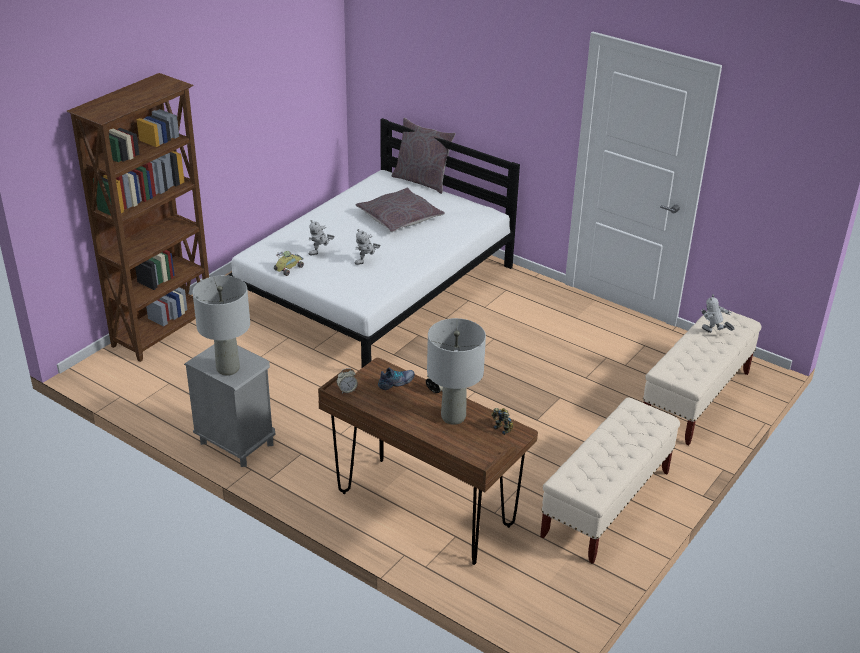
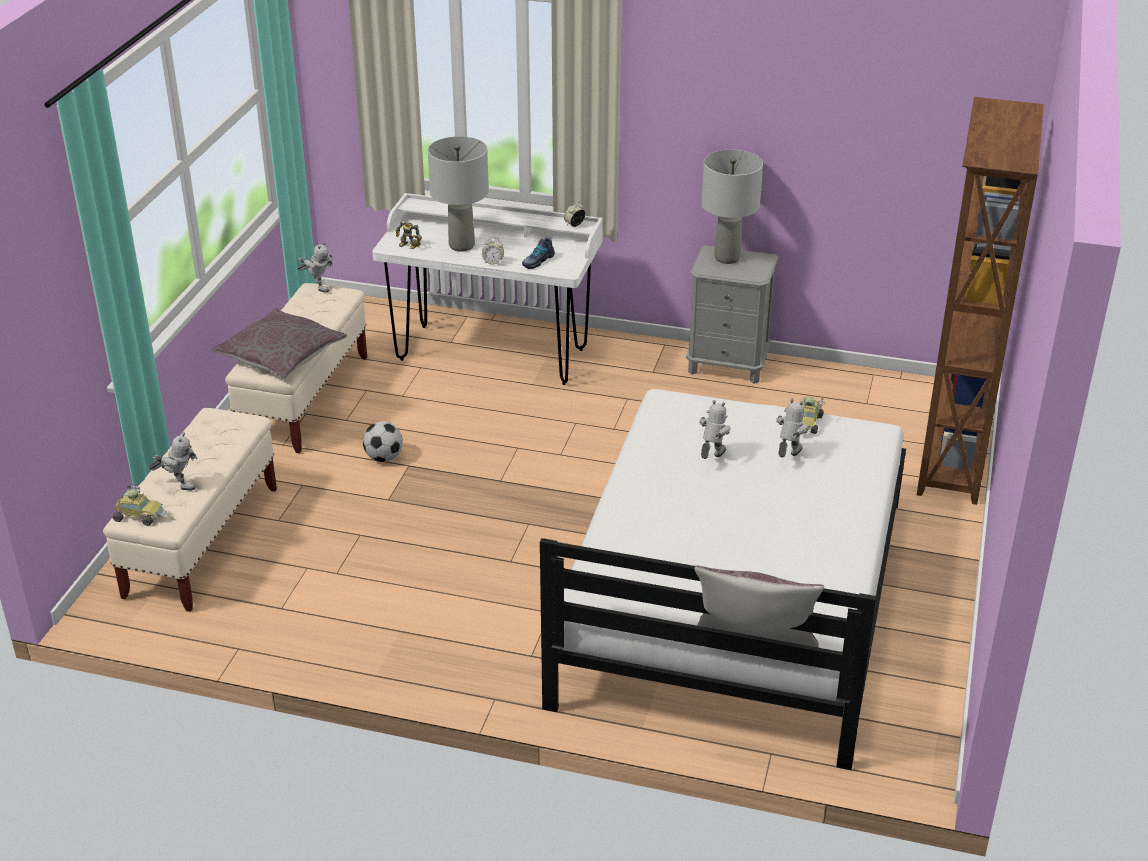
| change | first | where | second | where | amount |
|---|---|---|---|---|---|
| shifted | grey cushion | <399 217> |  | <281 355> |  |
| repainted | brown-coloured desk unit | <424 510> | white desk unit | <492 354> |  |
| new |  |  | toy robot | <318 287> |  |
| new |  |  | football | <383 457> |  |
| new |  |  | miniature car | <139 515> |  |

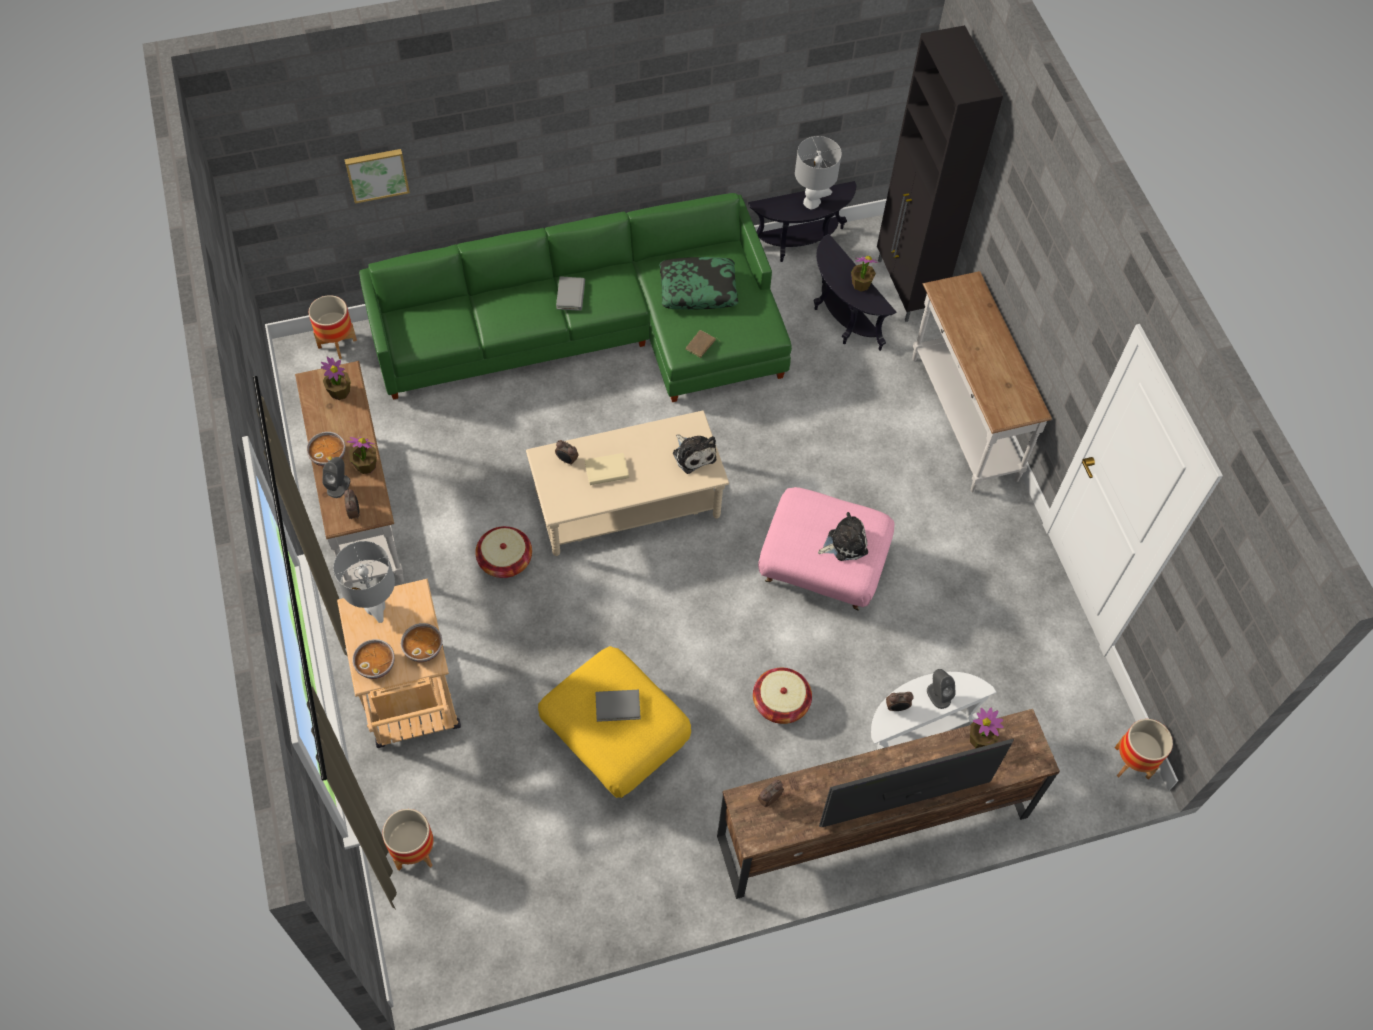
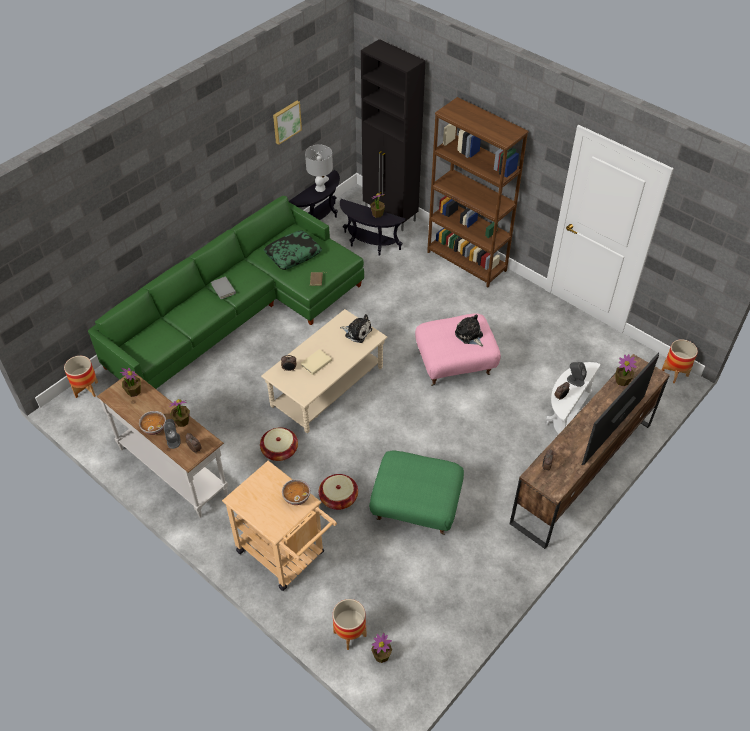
| change | first | where | second | where | amount |
|---|---|---|---|---|---|
| shifted | picture | <377 174> |  | <286 121> |  |
| swapped | white console table | <962 419> | brown-coloured shelving unit | <467 261> |  |
| rotated | plush toy | <844 543> |  | <469 335> | 75 degrees counterclockwise |
| gone | grey tabletop lamp | <375 607> |  |  |  |
| gone | bowl | <376 665> |  |  |  |
| repainted | yellow-coloured footrest | <613 739> | greenish footrest | <415 508> |  |
| shifted | storage basket | <780 702> |  | <338 498> |  |
| gone | grey bound book | <617 706> |  |  |  |
| new |  |  | houseplant | <381 655> |  |

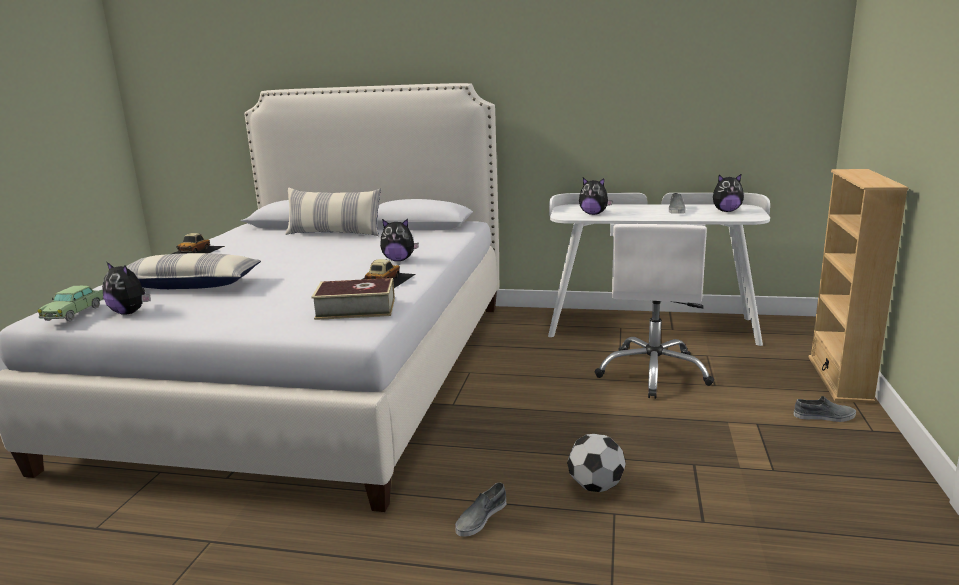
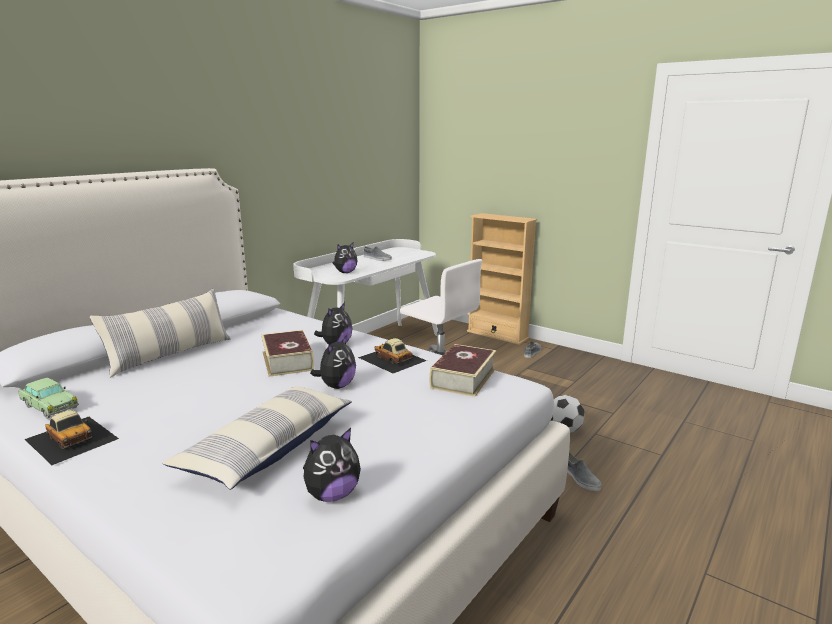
| change | first | where | second | where | amount |
|---|---|---|---|---|---|
| shifted | plush toy | <726 211> |  | <336 386> |  |
| shifted | miniature car | <74 313> |  | <50 407> |  |
| new |  |  | bound book | <287 361> |  |

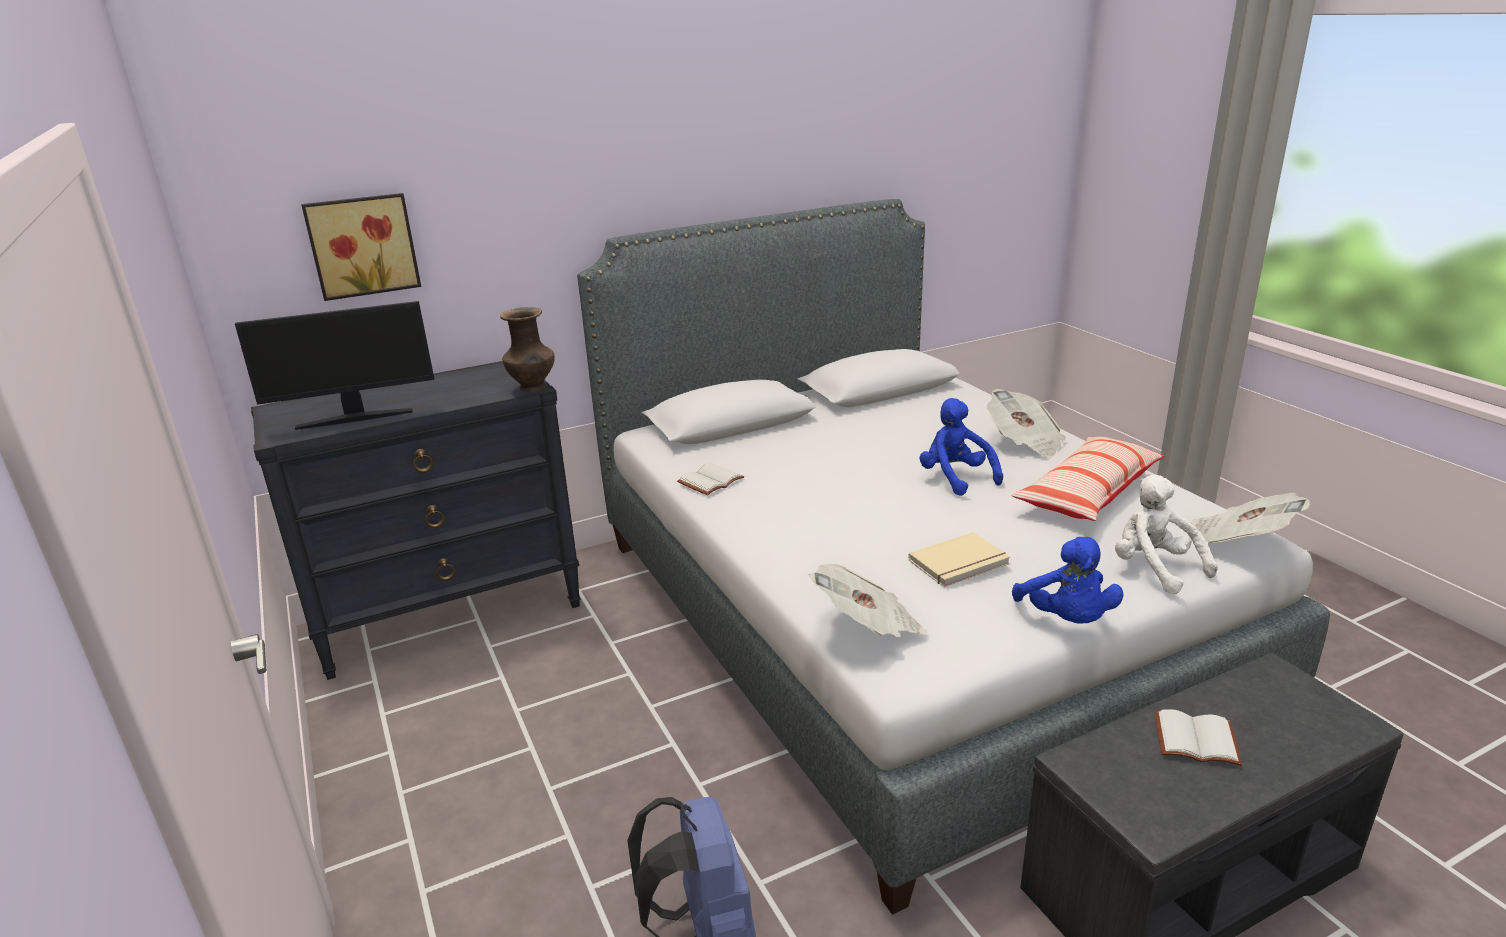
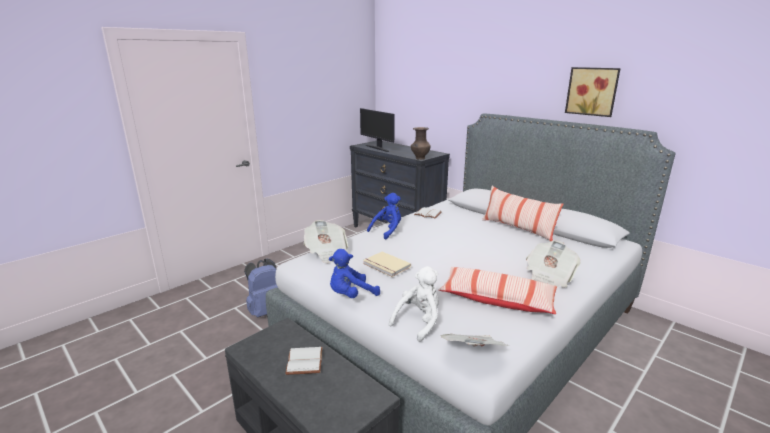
| change | first | where | second | where | amount |
|---|---|---|---|---|---|
| shifted | picture | <362 245> |  | <592 91> |  |
| shifted | bluish plush toy | <955 478> |  | <387 231> |  |
| new |  |  | cushion | <517 229> |  |

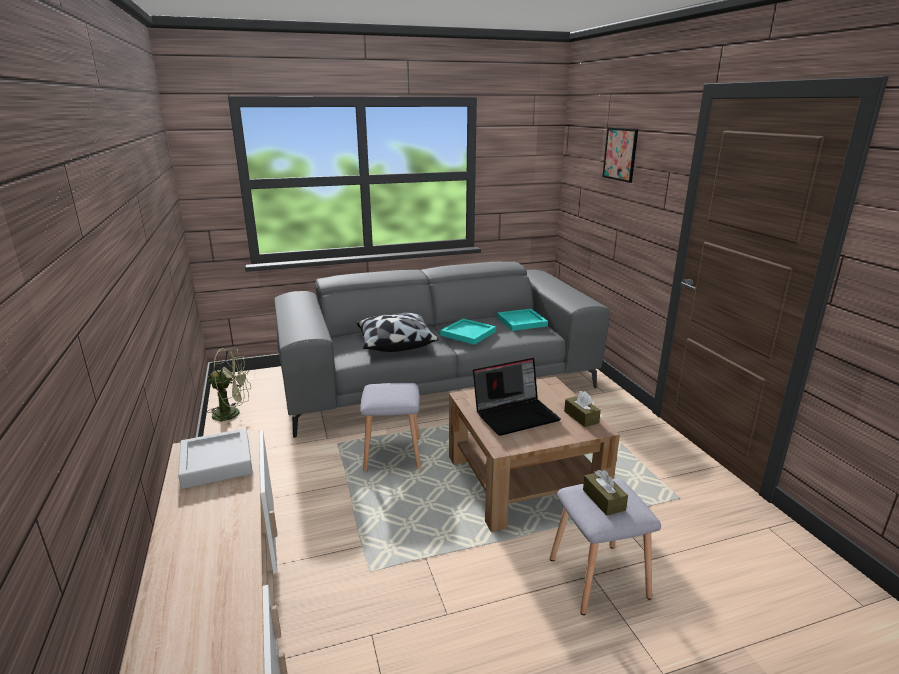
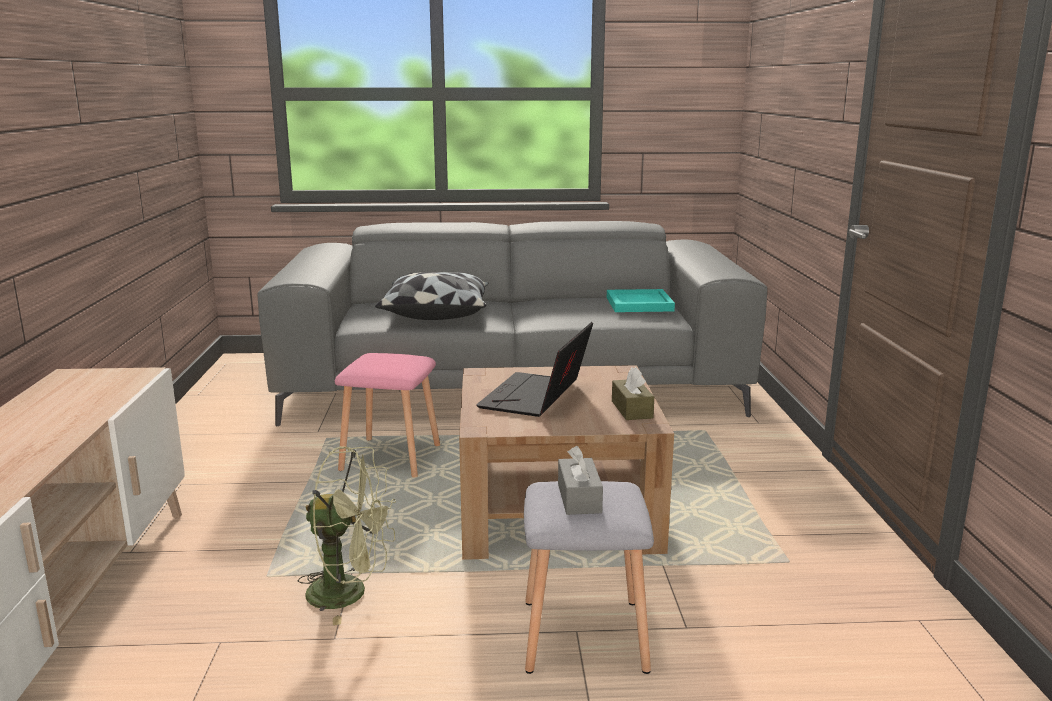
| change | first | where | second | where | amount |
|---|---|---|---|---|---|
| gone | picture | <620 154> |  |  |  |
| gone | turquoise serving tray | <467 333> |  |  |  |
| shifted | greenish cooling fan | <233 413> |  | <350 593> |  |
| rotated | notebook computer | <516 414> |  | <536 397> | 120 degrees clockwise |
| repainted | grey stool seat | <393 454> | pink-coloured stool seat | <392 458> |  |
| gone | grey serving tray | <217 463> |  |  |  |
| repainted | brown-coloured tissue holder | <603 500> | grey tissue holder | <579 498> |  |

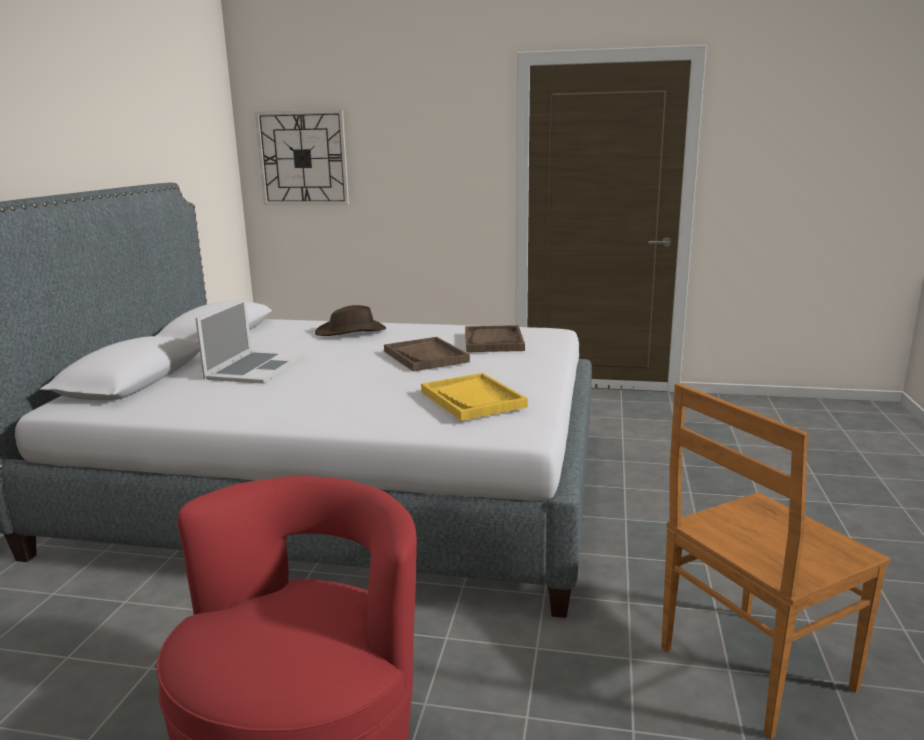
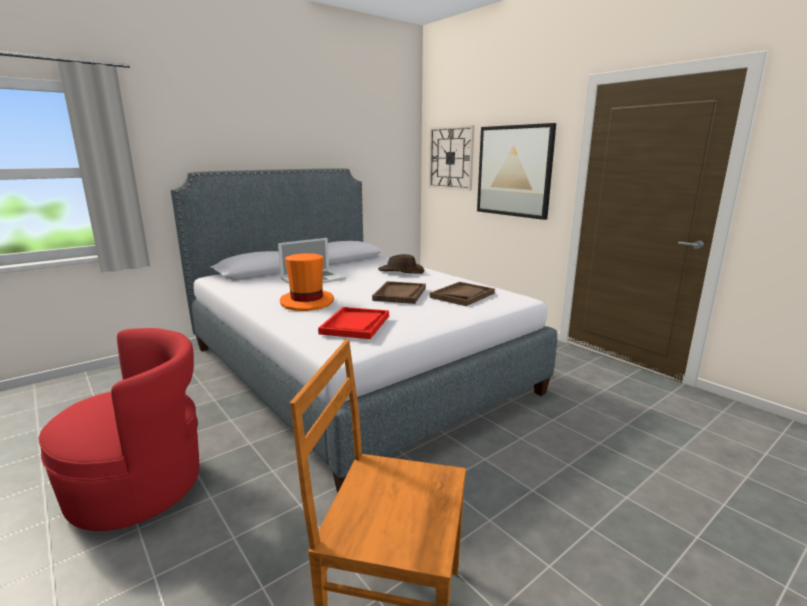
| change | first | where | second | where | amount |
|---|---|---|---|---|---|
| repainted | yellow-coloured serving tray | <473 399> | reddish serving tray | <355 325> |  |
| new |  |  | picture | <514 171> |  |
| new |  |  | orangey wearable hat | <307 302> |  |

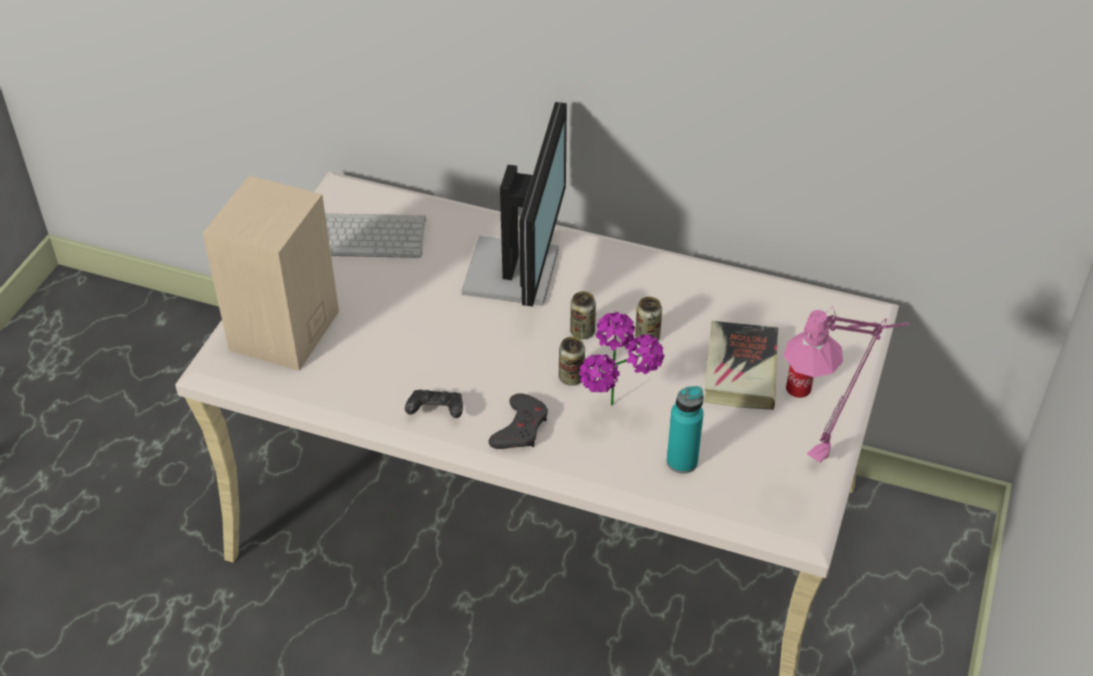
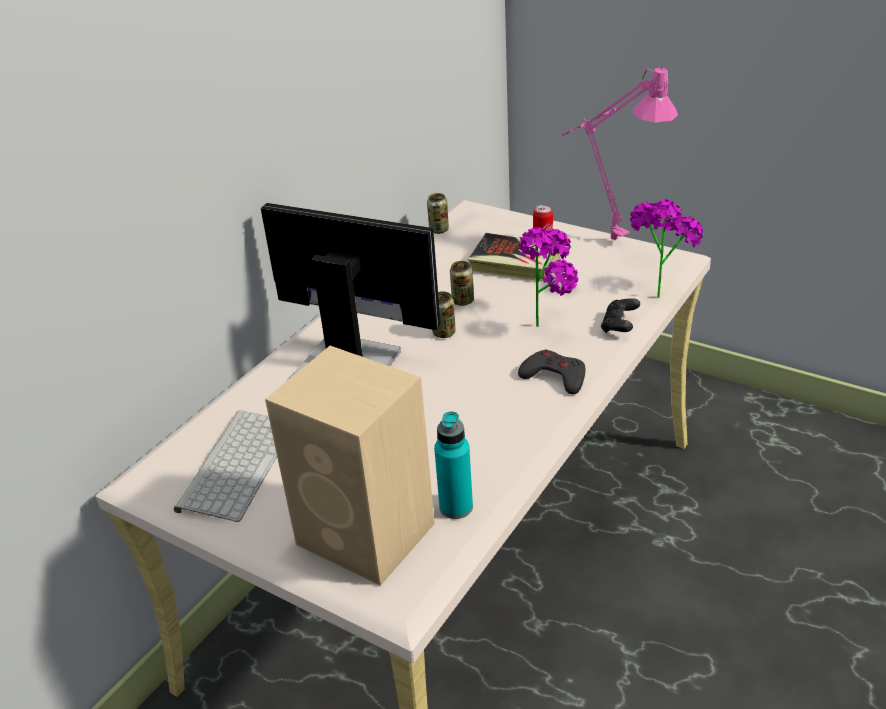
| change | first | where | second | where | amount |
|---|---|---|---|---|---|
| shifted | can | <571 377> |  | <439 230> |  |
| shifted | turquoise beverage bottle | <682 461> |  | <456 507> |  |
| shifted | blackish joypad | <436 412> |  | <619 326> |  |
| new |  |  | houseplant | <658 290> |  |

